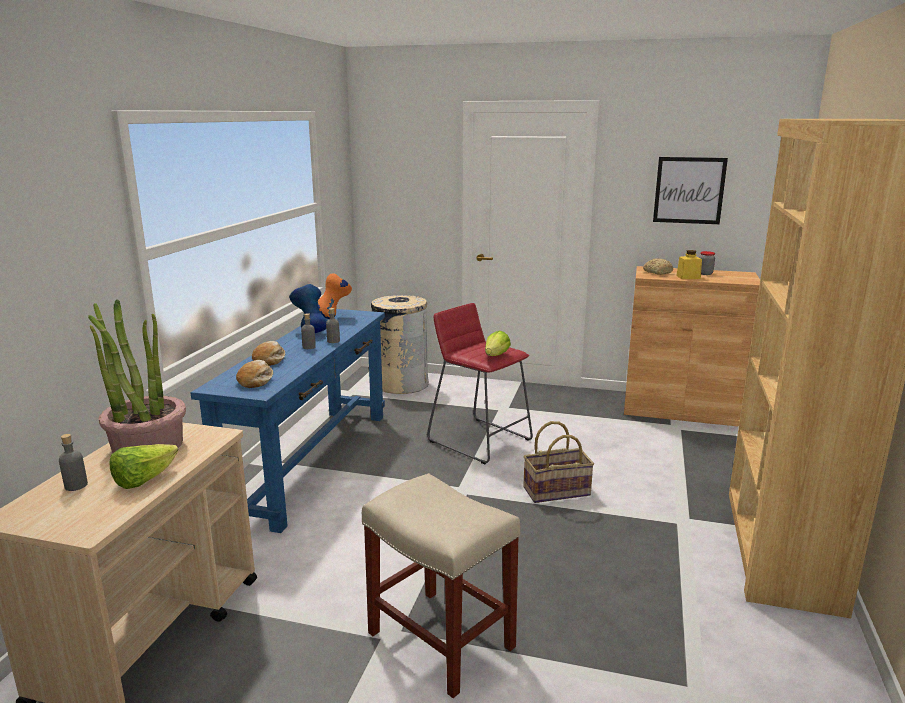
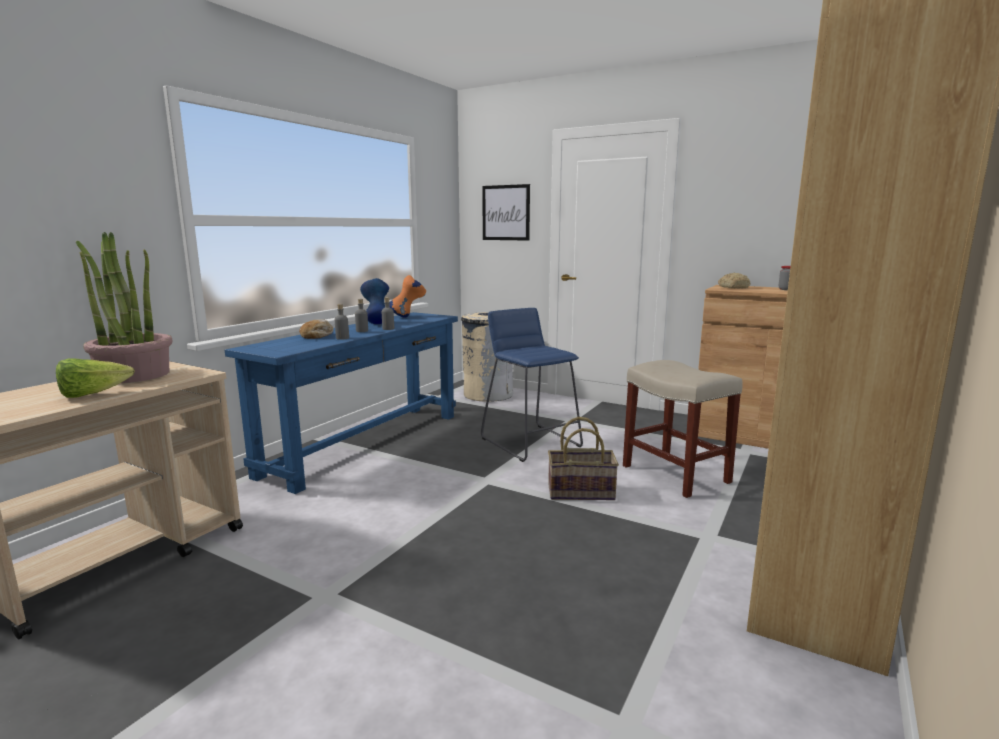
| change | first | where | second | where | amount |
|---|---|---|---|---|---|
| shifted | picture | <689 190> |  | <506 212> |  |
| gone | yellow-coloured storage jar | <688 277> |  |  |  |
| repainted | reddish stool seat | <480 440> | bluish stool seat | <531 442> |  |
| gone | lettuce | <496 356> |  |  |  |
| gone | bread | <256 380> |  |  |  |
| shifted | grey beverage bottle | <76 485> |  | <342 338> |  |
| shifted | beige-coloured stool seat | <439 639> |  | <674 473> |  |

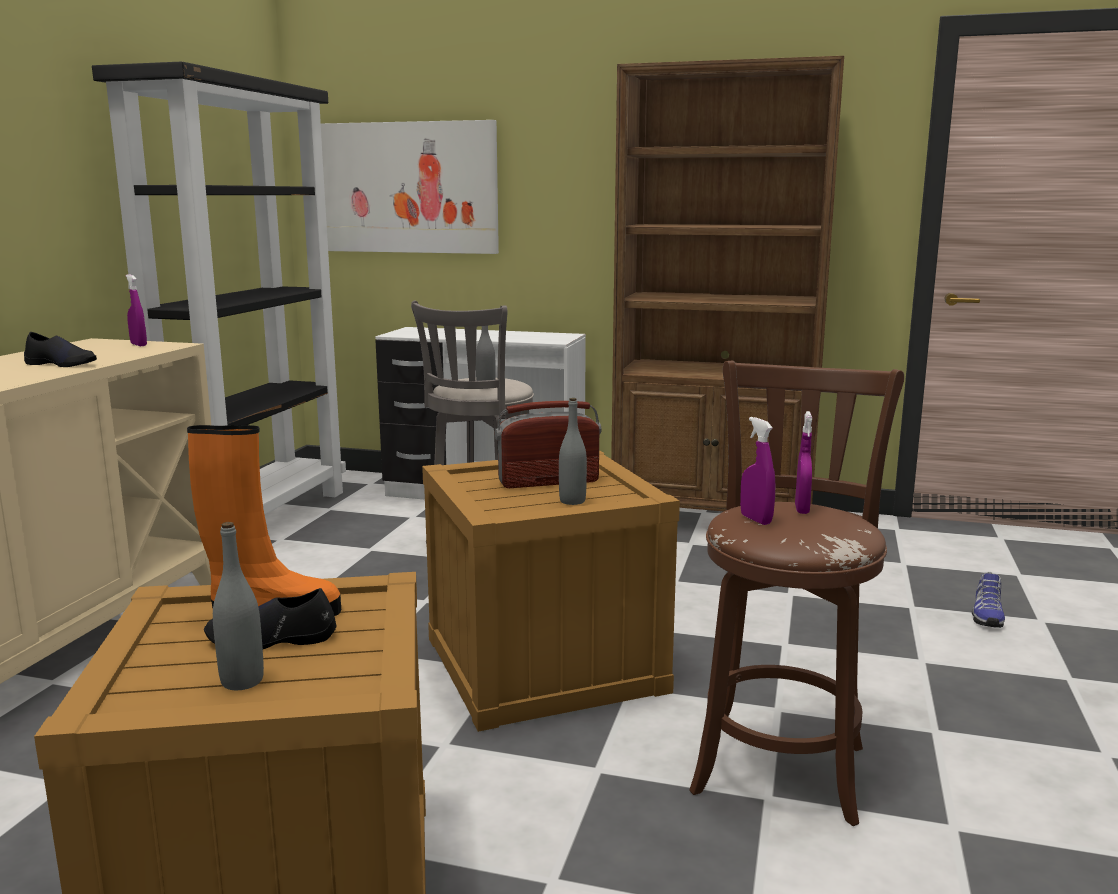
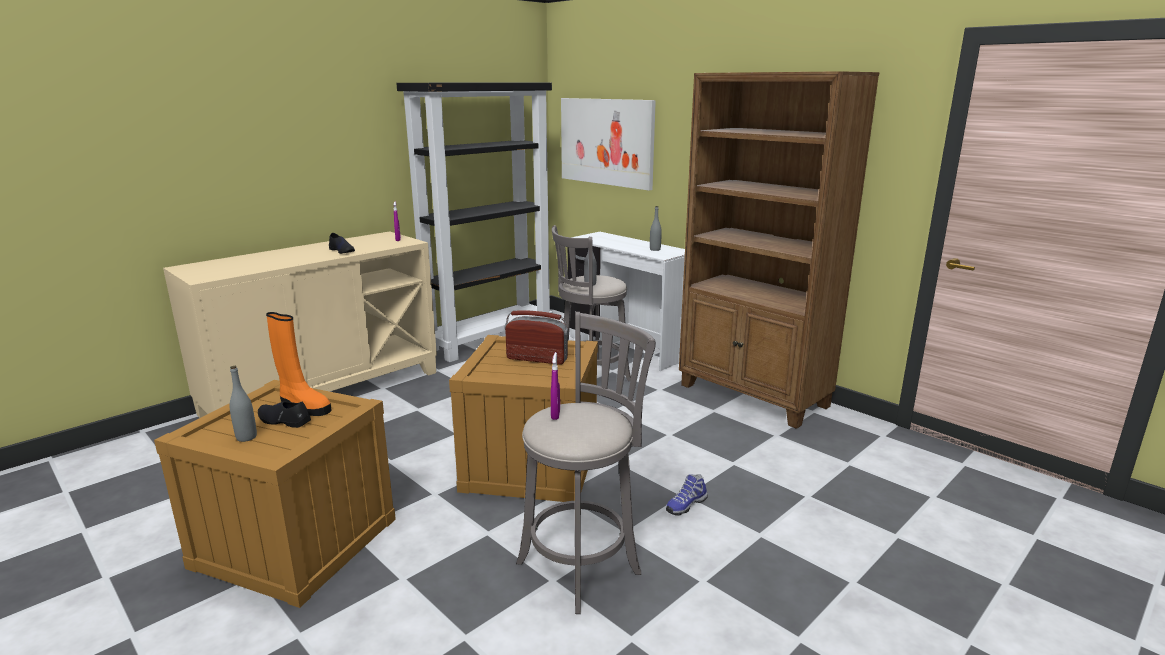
| change | first | where | second | where | amount |
|---|---|---|---|---|---|
| repainted | brown-coloured stool seat | <780 763> | grey stool seat | <583 565> |  |
| shifted | grey beverage bottle | <572 501> |  | <655 249> |  |
| gone | purple-coloured hand sprayer | <802 509> |  |  |  |
| shifted | item of footwear | <986 616> |  | <685 505> |  |

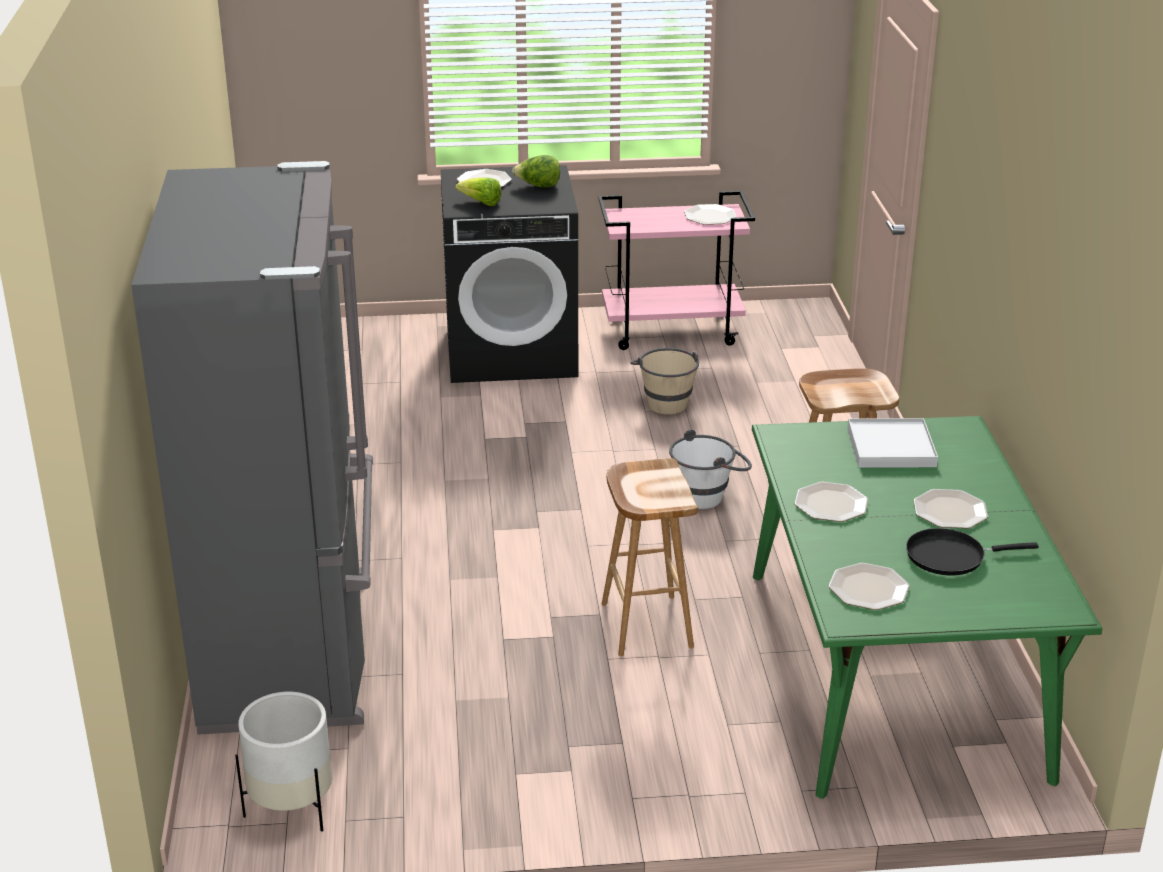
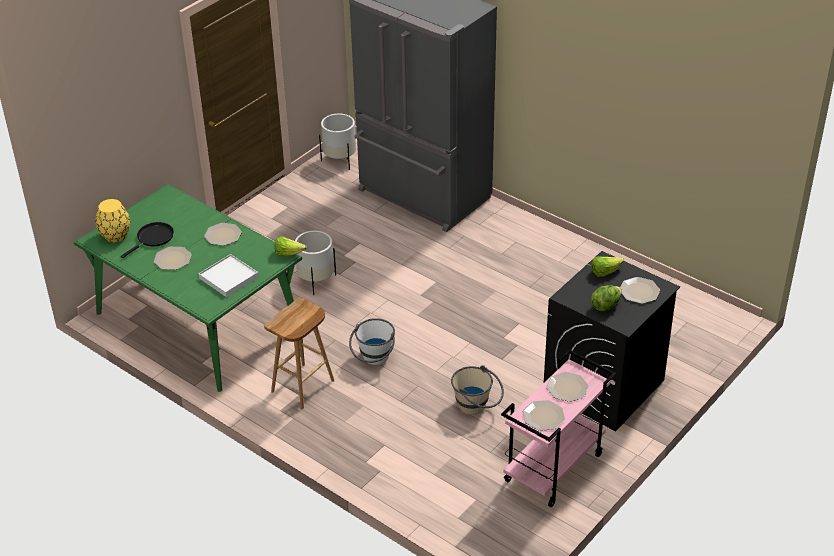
| change | first | where | second | where | amount |
|---|---|---|---|---|---|
| swapped | brown-coloured stool seat | <645 624> | white plant pot | <316 281> |  |
| shifted | plate | <868 588> |  | <567 387> |  |
| new |  |  | yellow-coloured vase | <115 236> |  |
| new |  |  | lettuce | <288 253> |  |

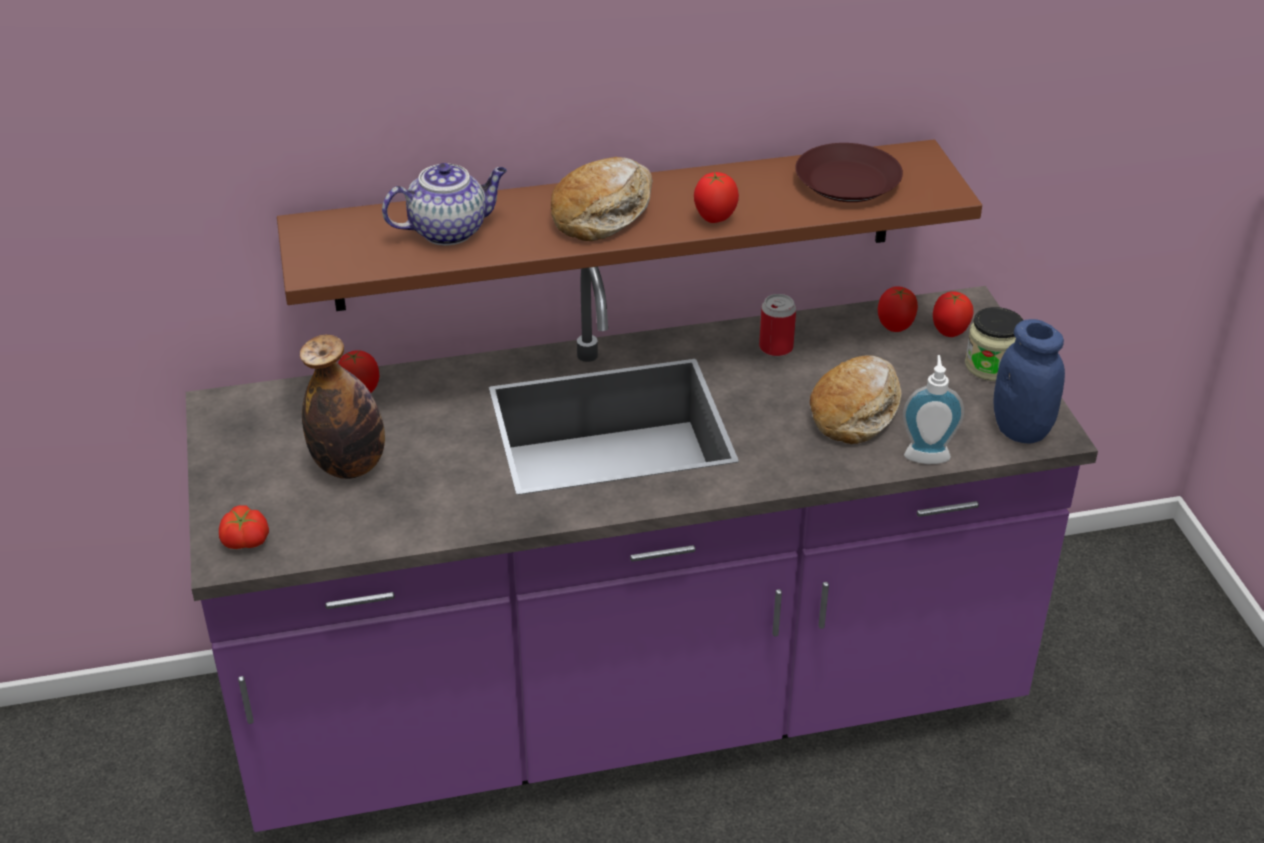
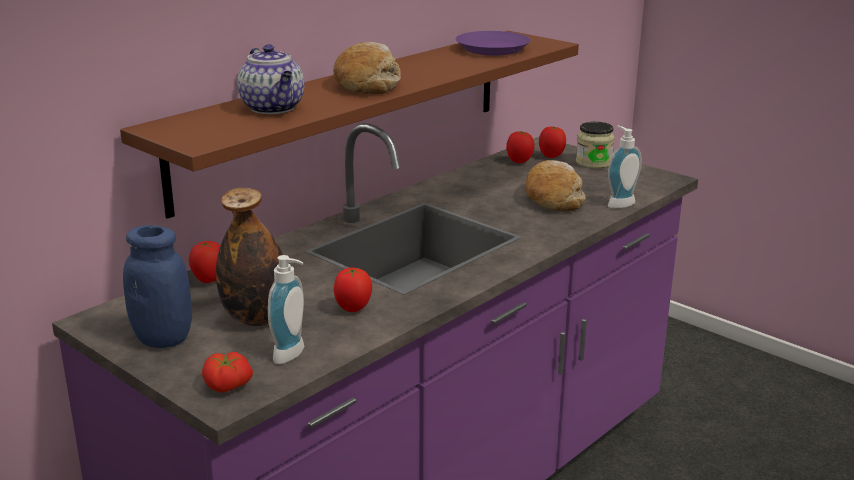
| change | first | where | second | where | amount |
|---|---|---|---|---|---|
| repainted | brown-coloured plate | <846 182> | purple-coloured plate | <492 49> |  |
| rotated | teapot | <449 230> |  | <274 108> | 120 degrees clockwise |
| shifted | tomato | <714 219> |  | <353 309> |  |
| gone | can | <776 347> |  |  |  |
| shifted | bluish storage jar | <1021 430> |  | <163 339> |  |
| new |  |  | soap bottle | <293 355> |  |

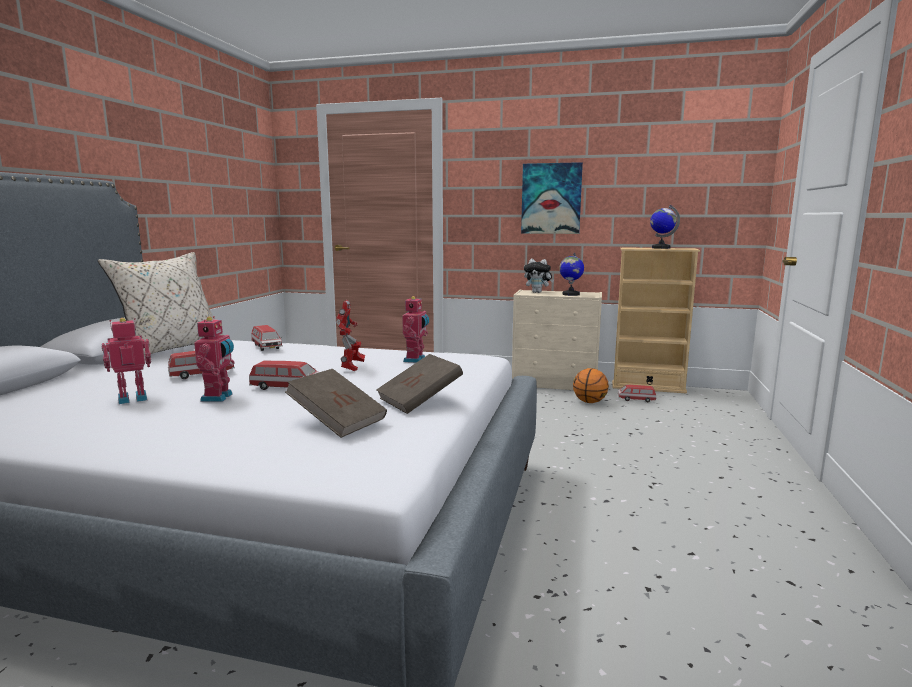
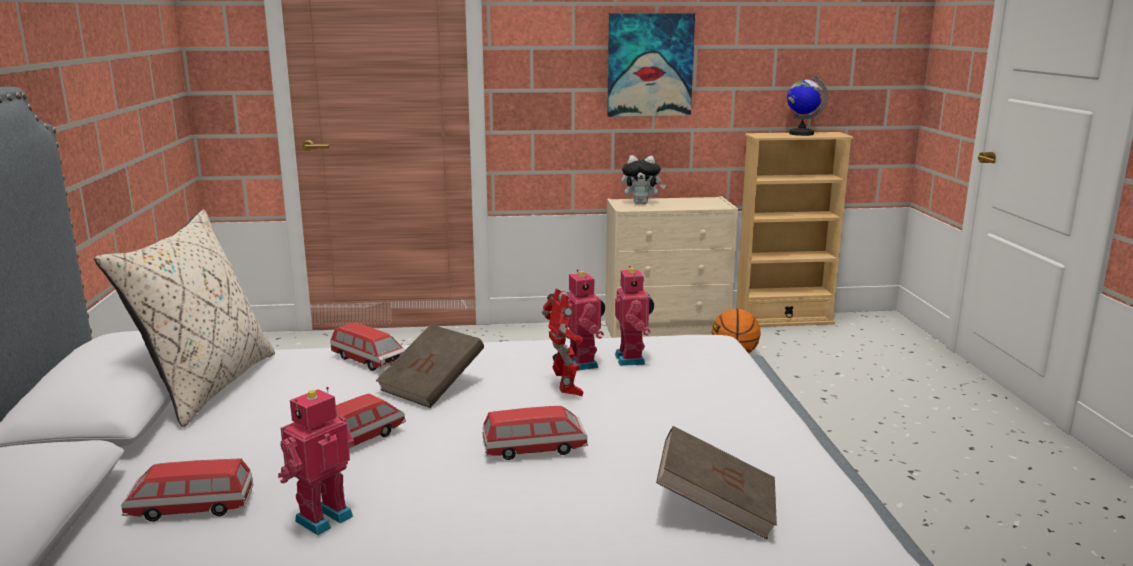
| change | first | where | second | where | amount |
|---|---|---|---|---|---|
| gone | desk globe | <570 294> |  |  |  |
| shifted | toy robot | <219 397> |  | <583 363> |  |
| shifted | brown-coloured bound book | <419 401> |  | <432 386> |  |
| shifted | miniature car | <636 399> |  | <191 508> |  |

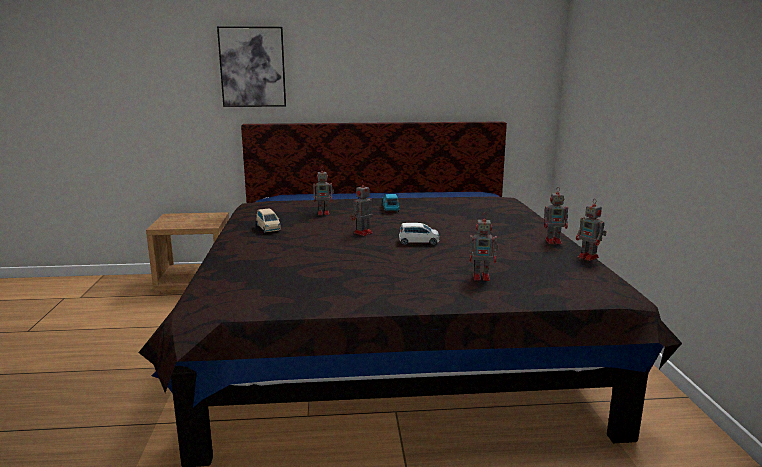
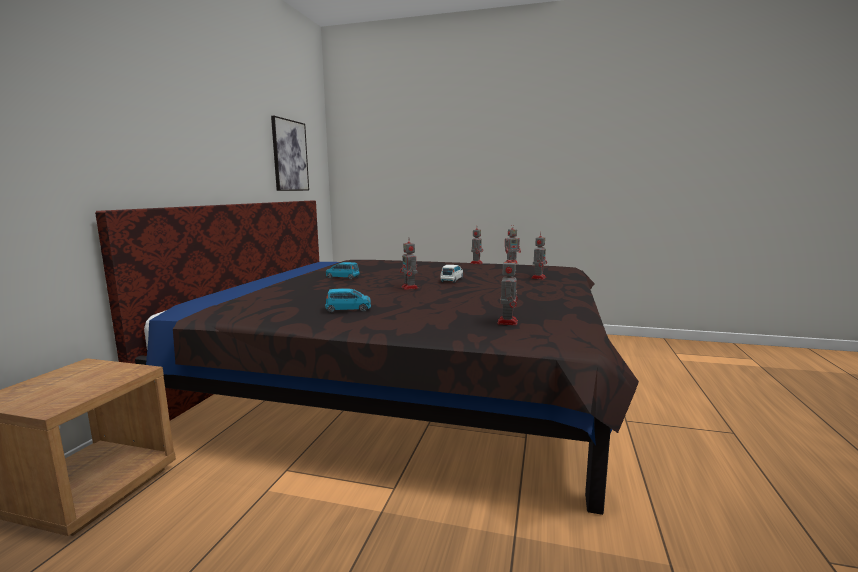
| change | first | where | second | where | amount |
|---|---|---|---|---|---|
| shifted | picture | <252 67> |  | <290 155> |  |
| shifted | toy robot | <324 213> |  | <507 322> |  |
| repainted | beige-coloured miniature car | <268 228> | bluish miniature car | <348 309> |  |

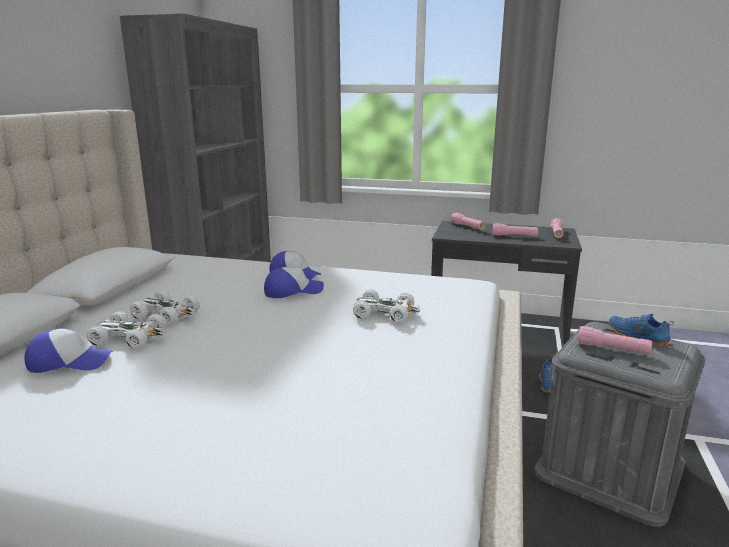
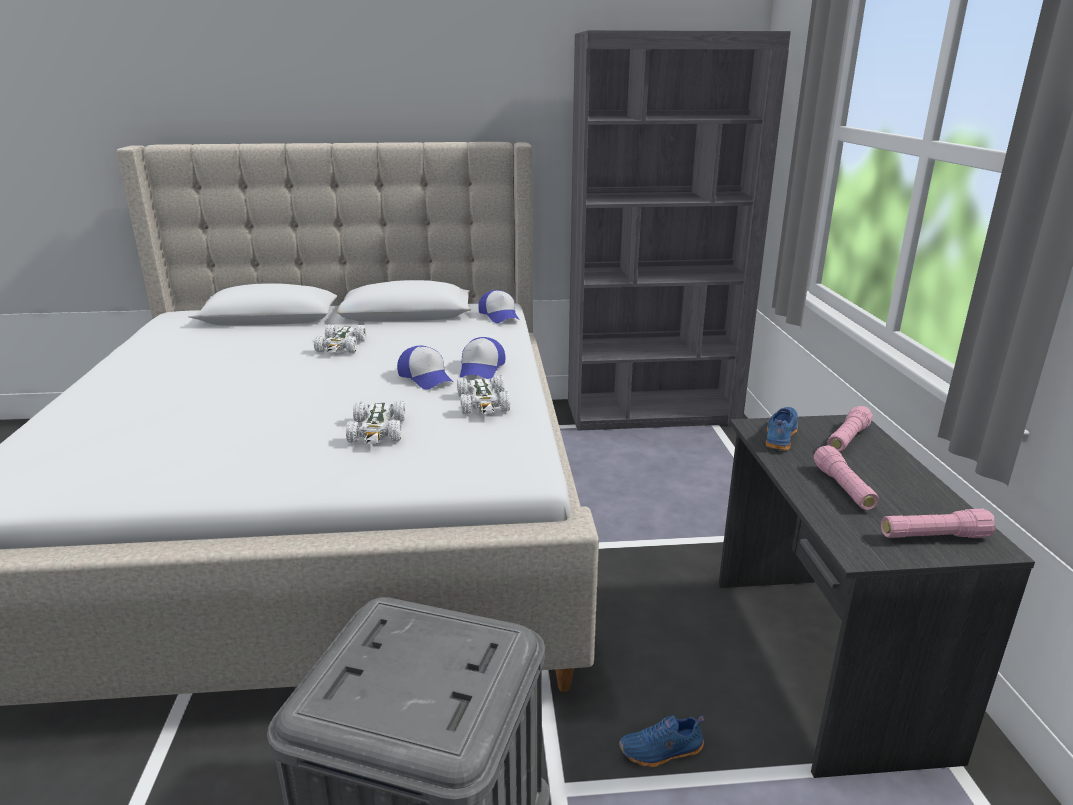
| change | first | where | second | where | amount |
|---|---|---|---|---|---|
| shifted | white miniature car | <130 338> |  | <483 404> |  |
| shifted | bluish item of footwear | <637 337> |  | <779 436> |  |
| gone | pink-coloured flashlight | <612 349> |  |  |  |
| shifted | cap | <69 362> |  | <500 315> |  |

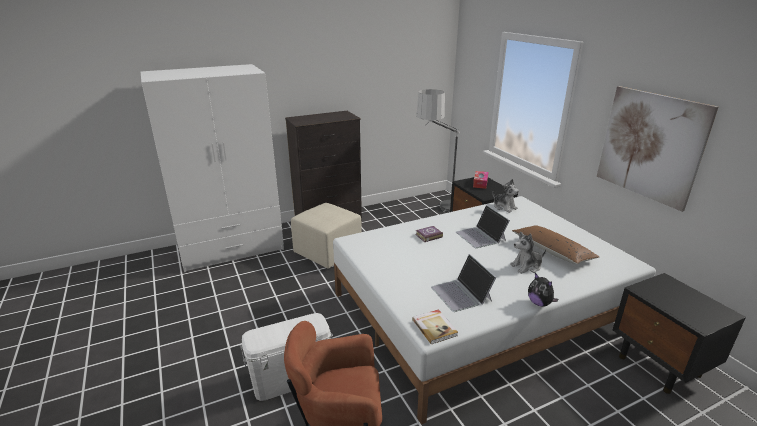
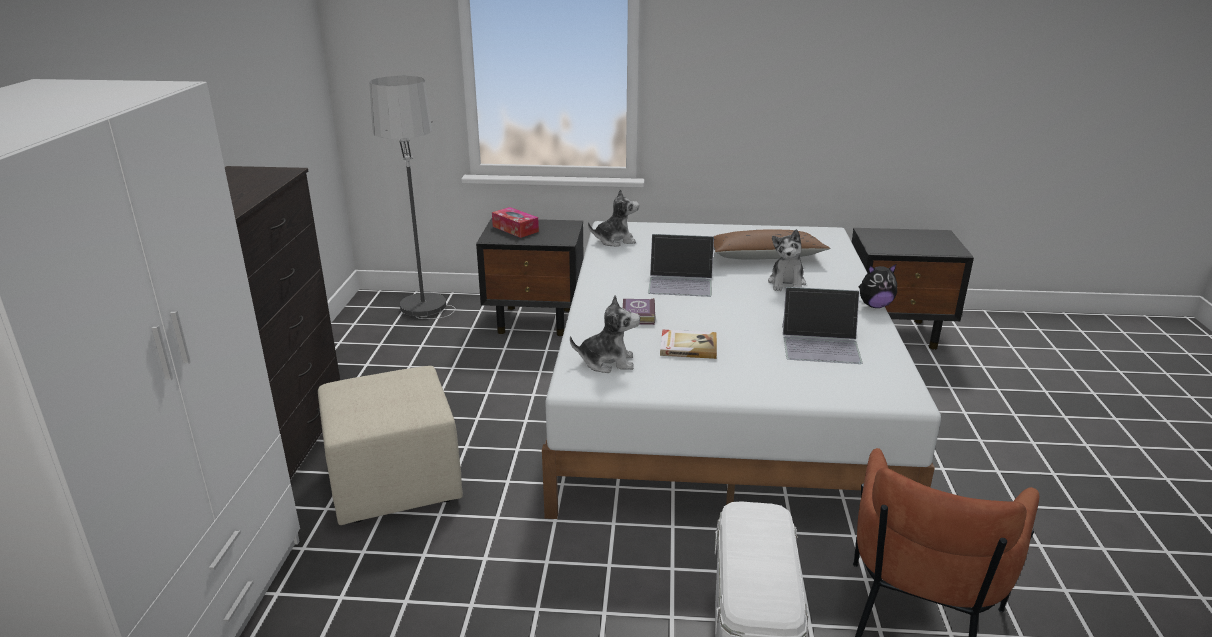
| change | first | where | second | where | amount |
|---|---|---|---|---|---|
| gone | picture | <650 146> |  |  |  |
| shifted | bound book | <435 327> |  | <688 346> |  |
| new |  |  | plush toy | <607 362> |  |

